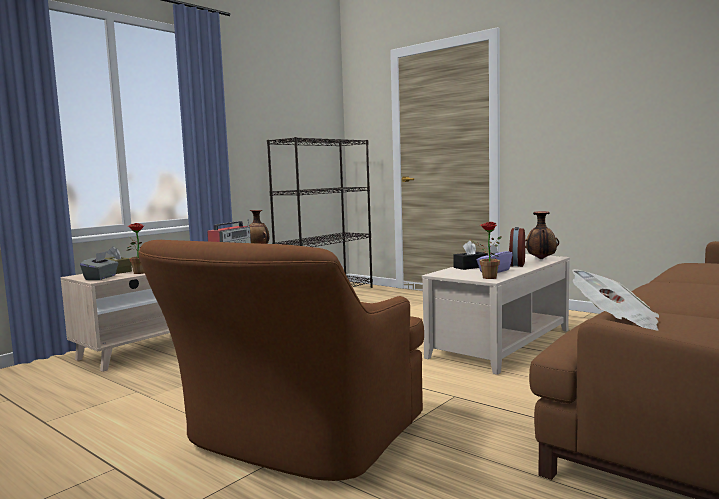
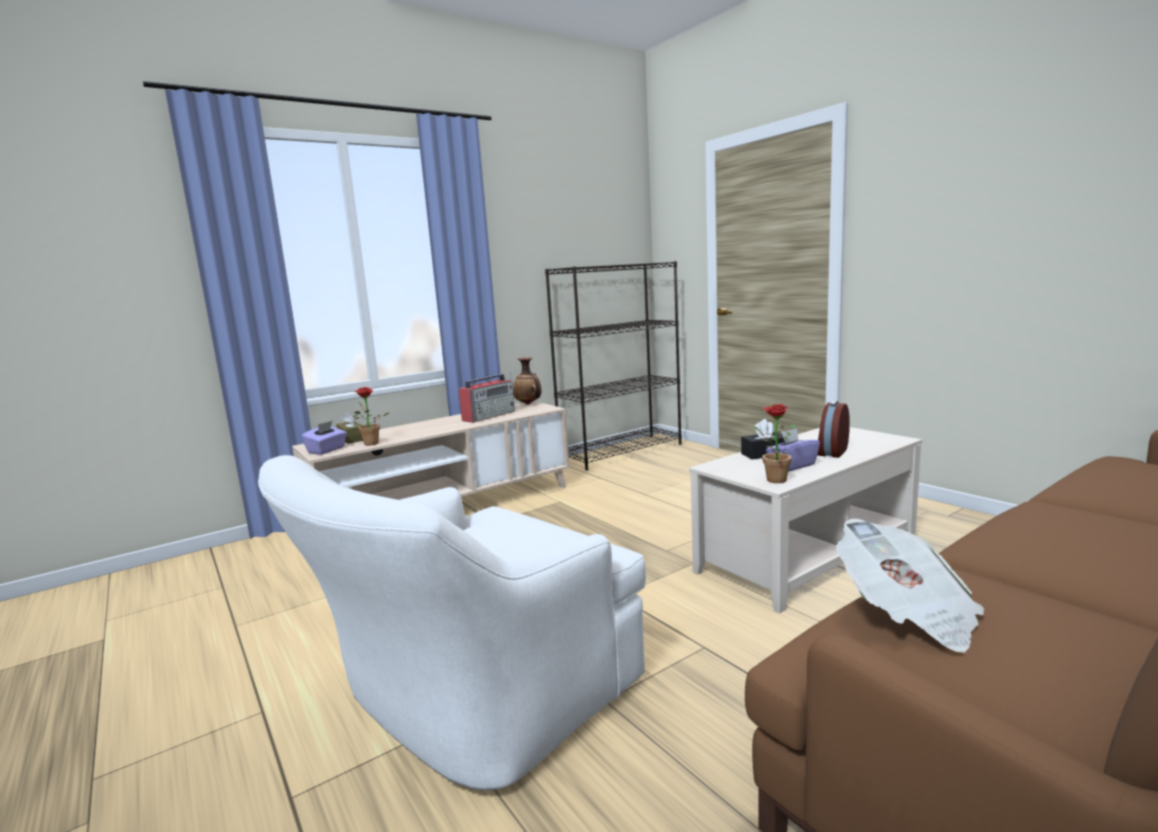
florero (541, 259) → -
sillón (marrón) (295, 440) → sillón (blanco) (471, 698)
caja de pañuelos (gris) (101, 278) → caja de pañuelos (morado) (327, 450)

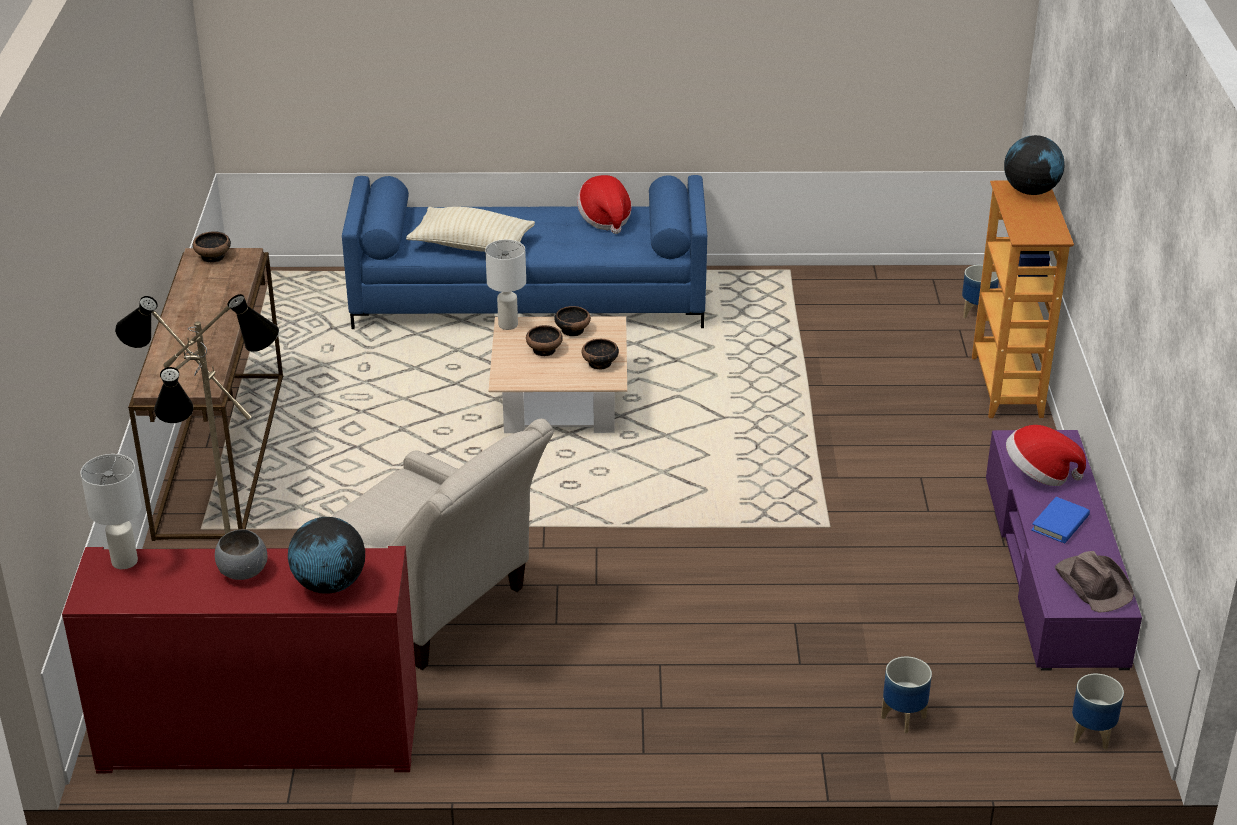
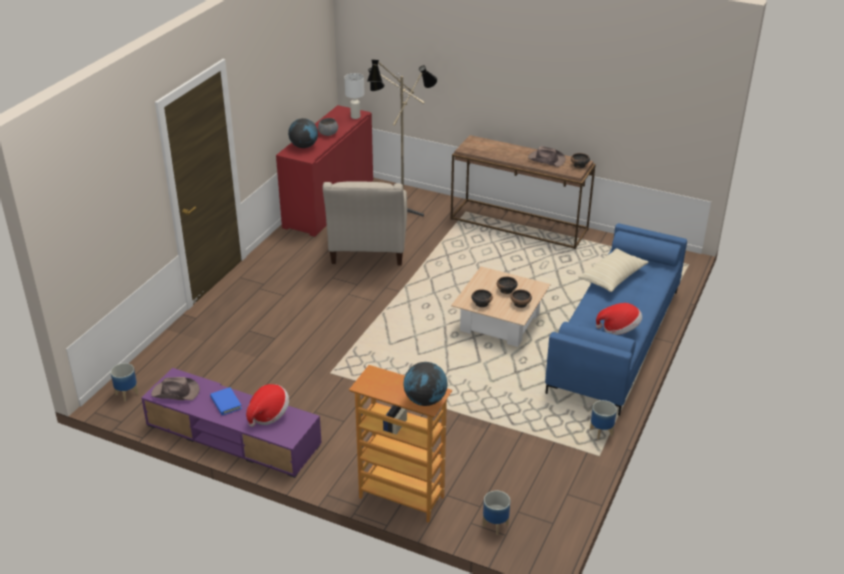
lámpara de mesa (blanco) (507, 324) → -
sillón (beis) (434, 608) → sillón (beis) (368, 252), 60 degrees counterclockwise
maceta (904, 717) → maceta (601, 432), move
- → sombrero (marrón) (546, 159)

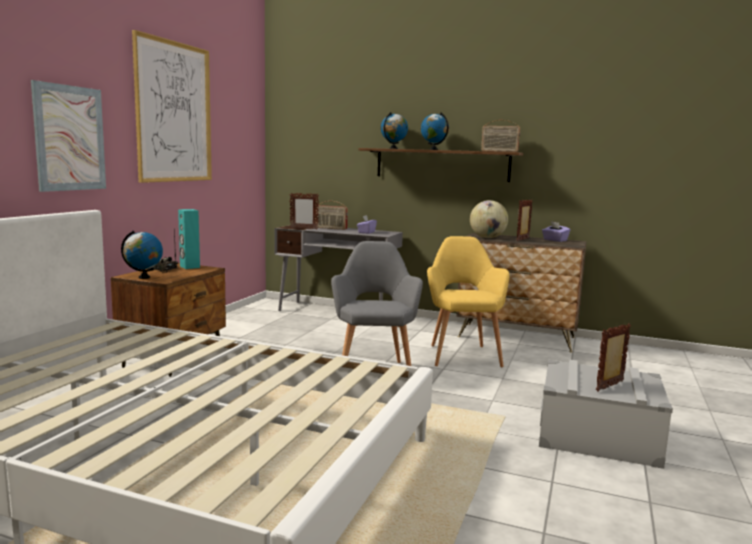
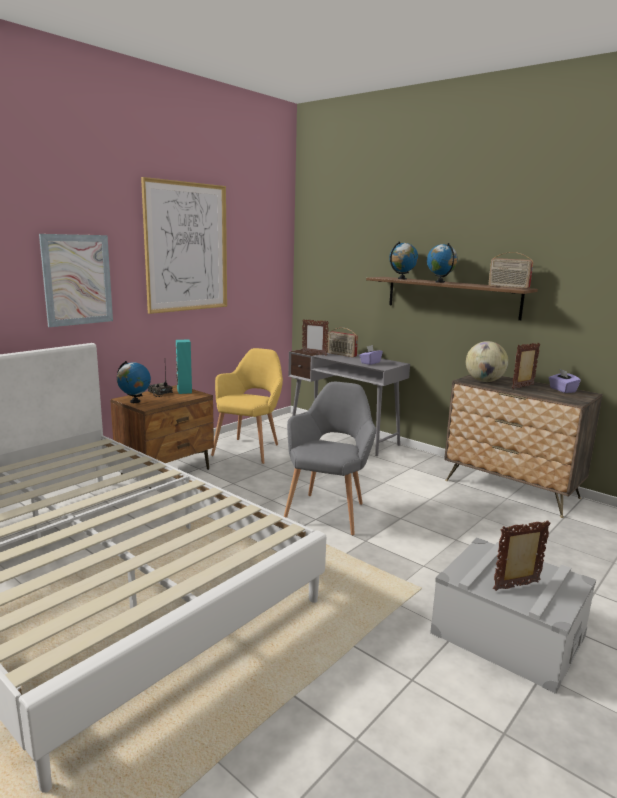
sillón (amarillo) (462, 354) → sillón (amarillo) (250, 449), move

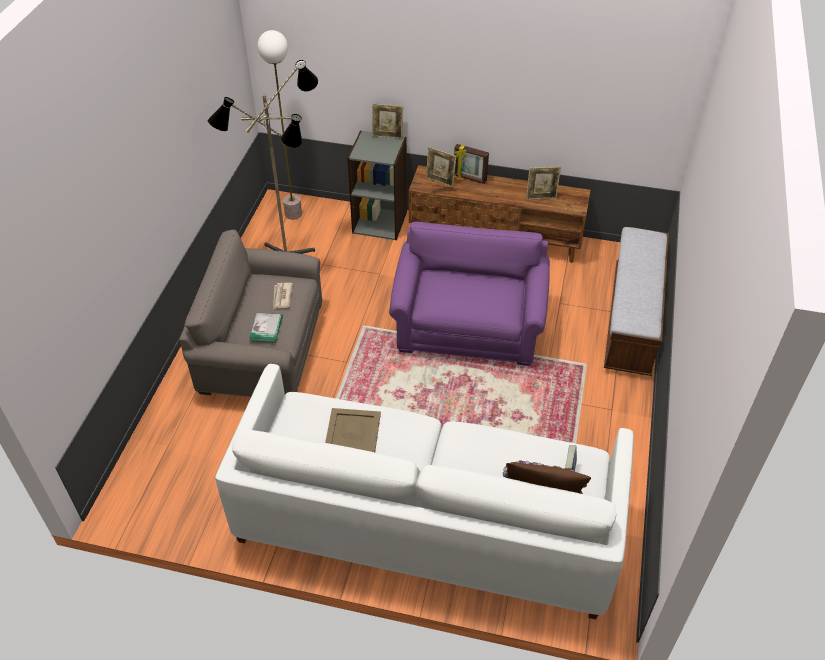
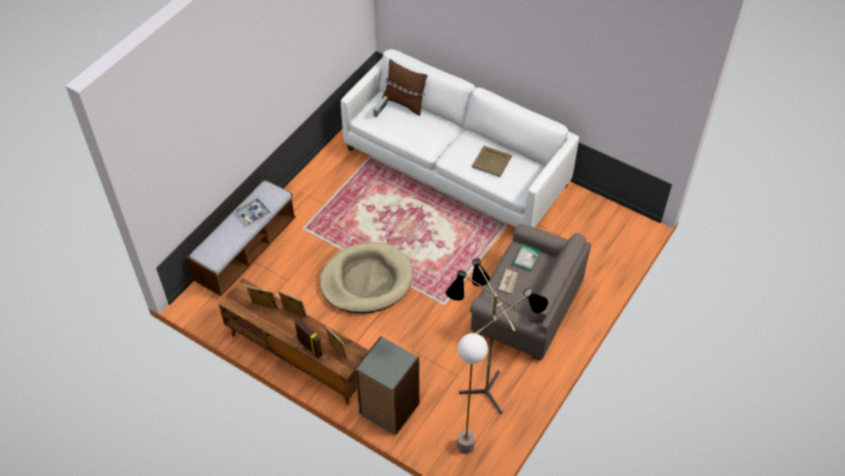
portarretratos (387, 136) → portarretratos (294, 313), move
sillón (morado) (468, 326) → cama para perro (beis) (366, 281)
- → bandeja (253, 213)

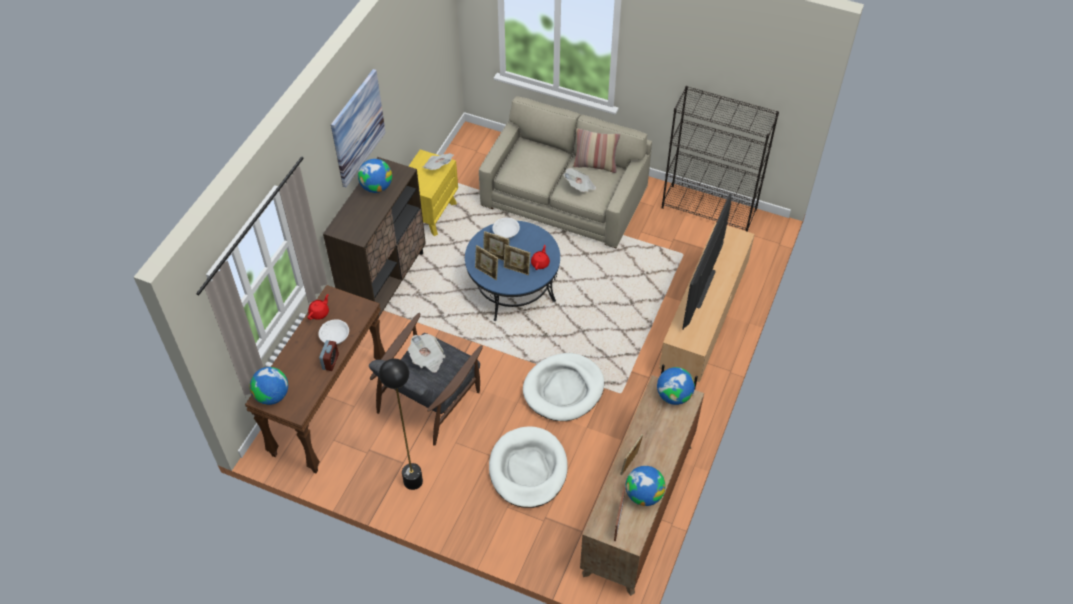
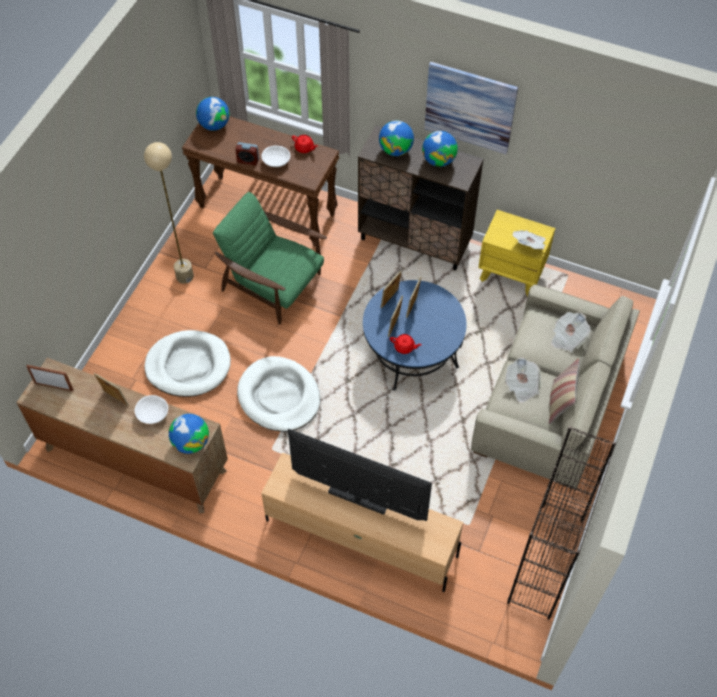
cuenco (blanco) (506, 232) → cuenco (blanco) (152, 414), move
sillón (gris) (429, 398) → sillón (verde) (273, 284)
periódico (427, 359) → periódico (567, 337), move
lámpara de pie (negro) (413, 481) → lámpara de pie (beis) (184, 276)
globo terráqueo (643, 495) → globo terráqueo (396, 150), move

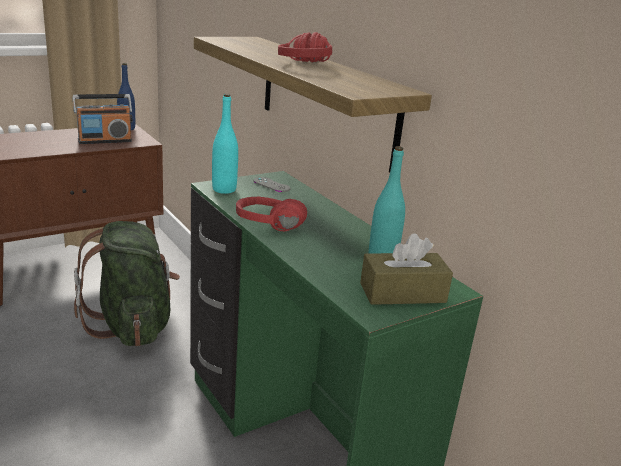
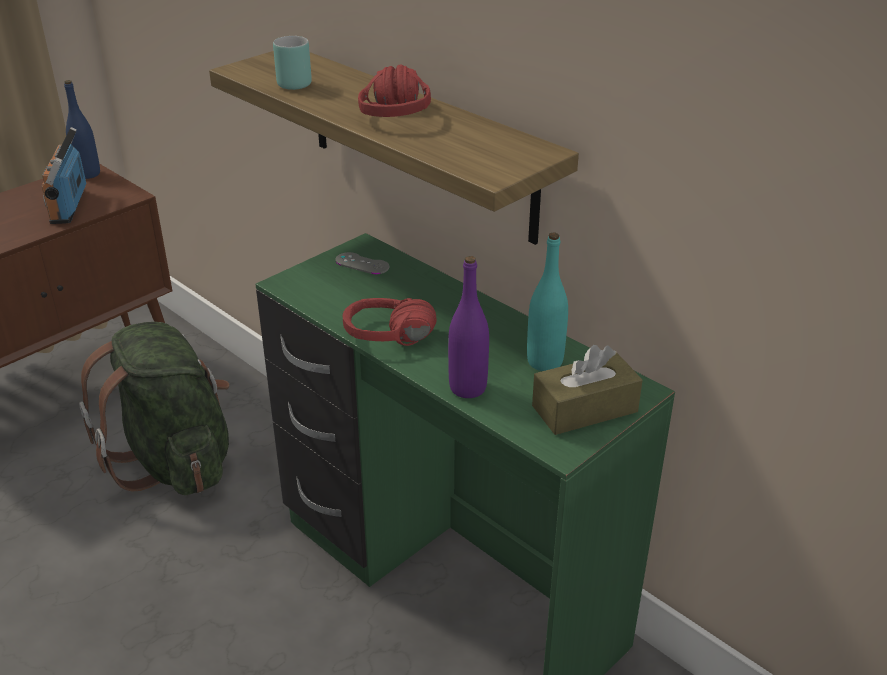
radio (105, 141) → radio (69, 206), 120 degrees clockwise
botella (turquesa) (224, 189) → -
- → taza grande (turquesa) (288, 83)
- → botella (morado) (467, 388)

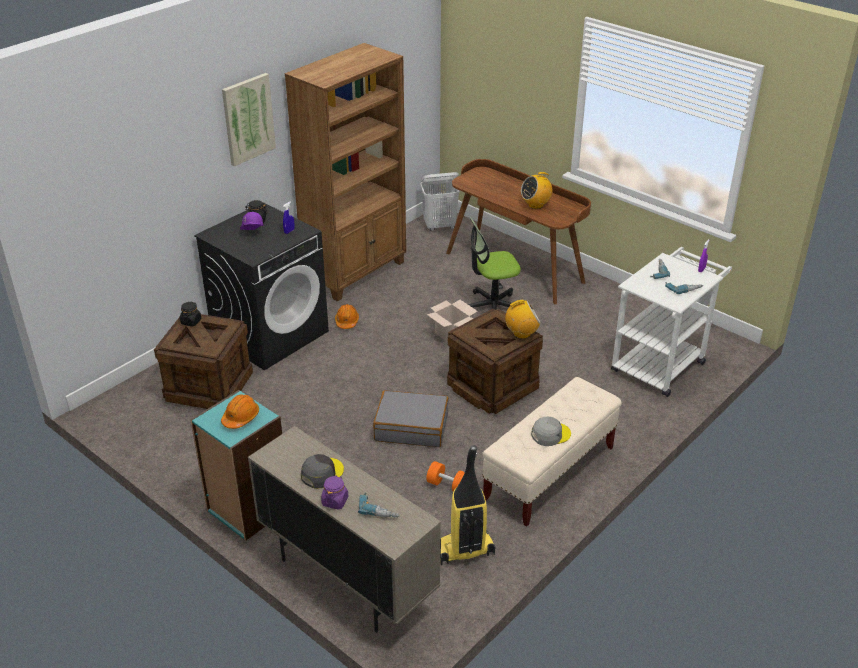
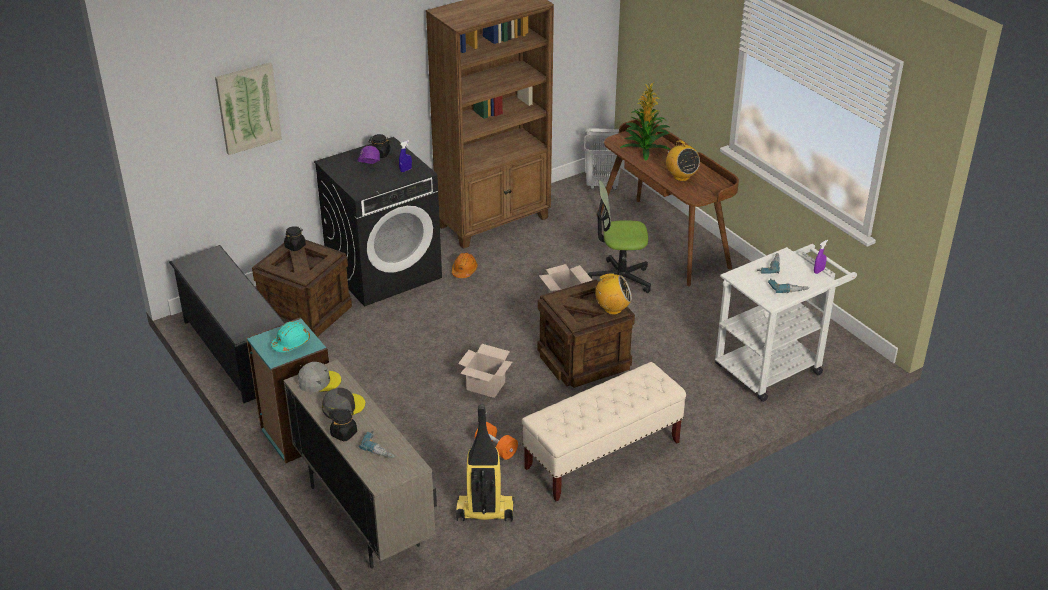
cuadro (248, 119) → cuadro (248, 108), move
radio (535, 205) → radio (681, 177), 105 degrees counterclockwise
maleta (gris) (411, 427) → caja de cartón (484, 386)
casco (naranja) (241, 417) → casco (turquesa) (291, 343)
gorra (gris) (550, 434) → gorra (gris) (319, 381), move
tarro (morado) (335, 501) → tarro (negro) (344, 433)
- → planta en maceta (645, 148)
- → zapatero (negro) (236, 352)

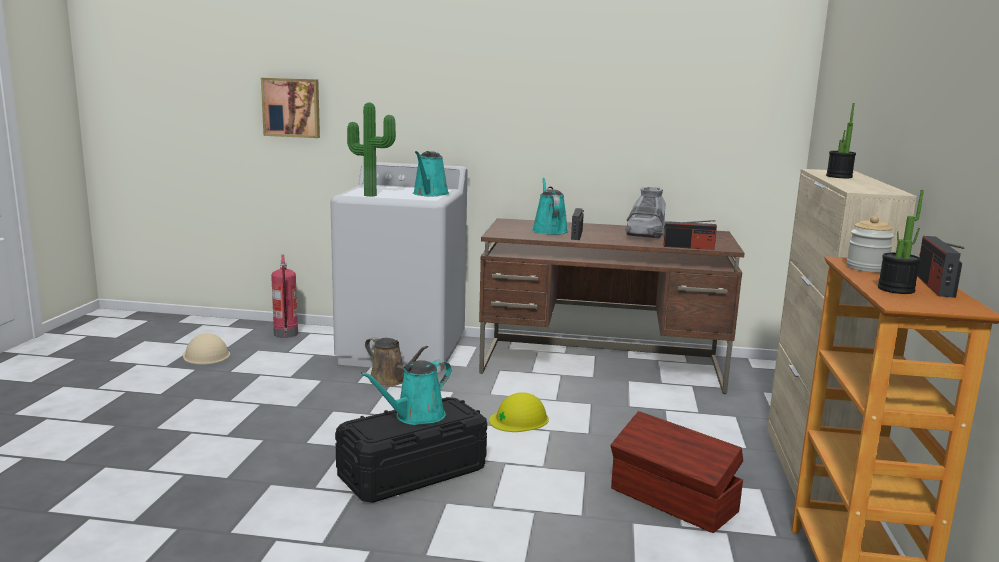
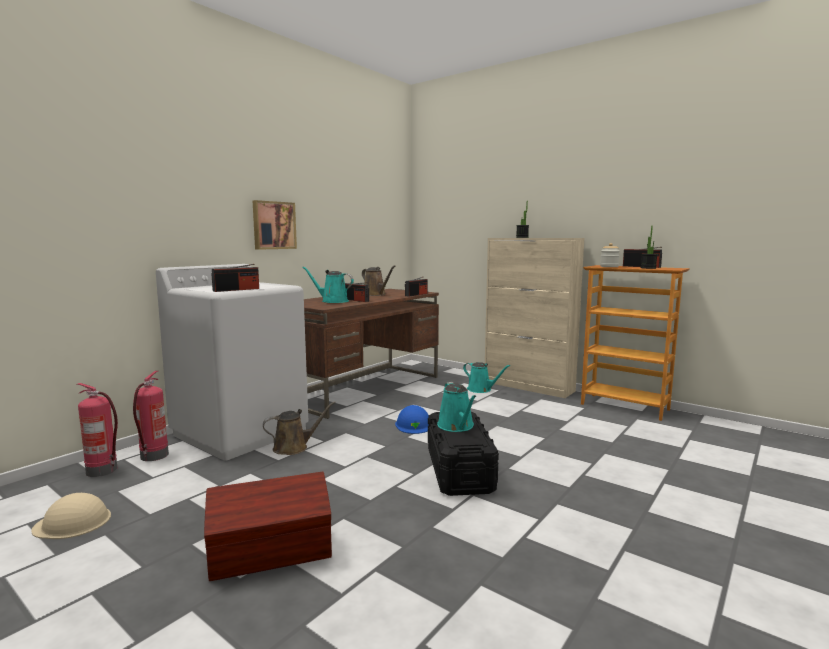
cuadro (292, 107) → cuadro (273, 225), move
planta en maceta (371, 195) → radio (236, 290)
regadera (turquesa) (429, 194) → regadera (turquesa) (481, 389), move
bota (gris) (645, 234) → regadera (marrón) (375, 294)
casco (amarillo) (519, 419) → casco (azul) (413, 424)
caja de almacenaje (marrón) (673, 501) → caja de almacenaje (marrón) (272, 554), move
- → extintor (154, 456)

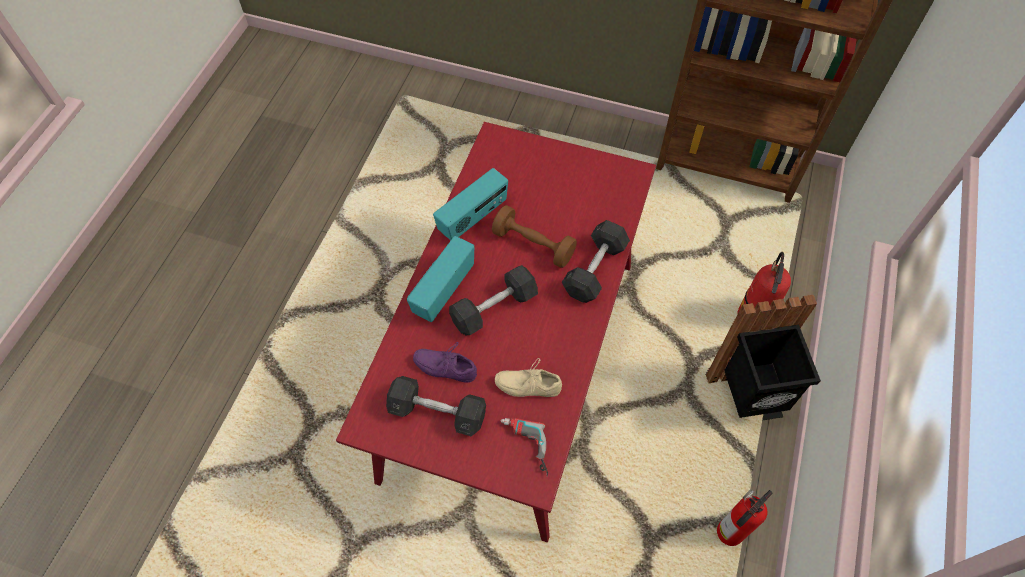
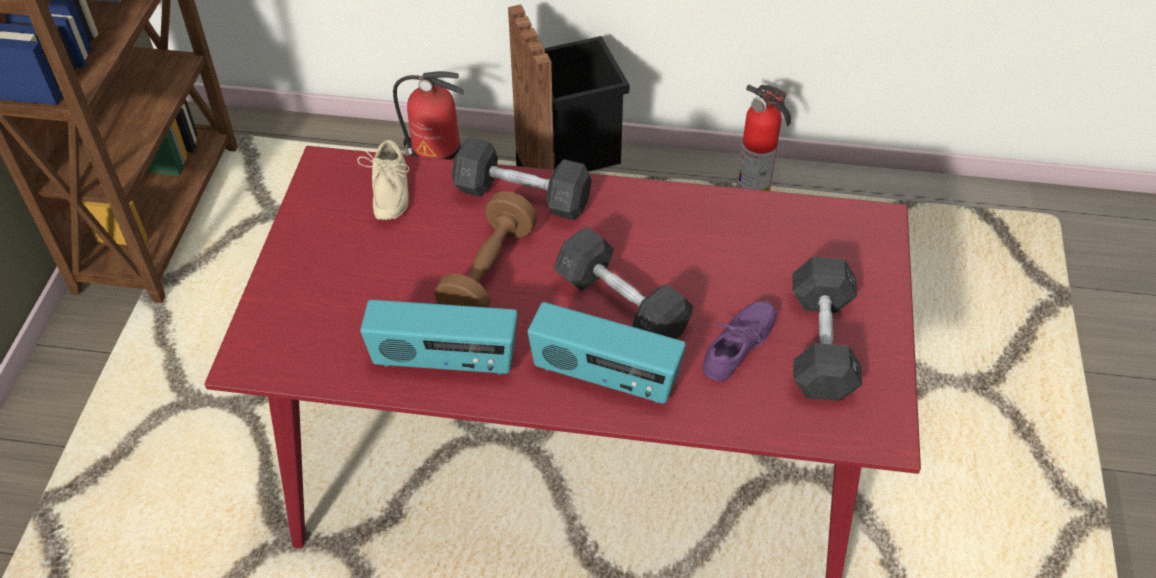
radio (473, 218) → radio (444, 361), 150 degrees clockwise
zapato (morado) (446, 366) → zapato (morado) (742, 348), 150 degrees counterclockwise
zapato (beis) (528, 384) → zapato (beis) (387, 193), move
taladro (524, 447) → -

